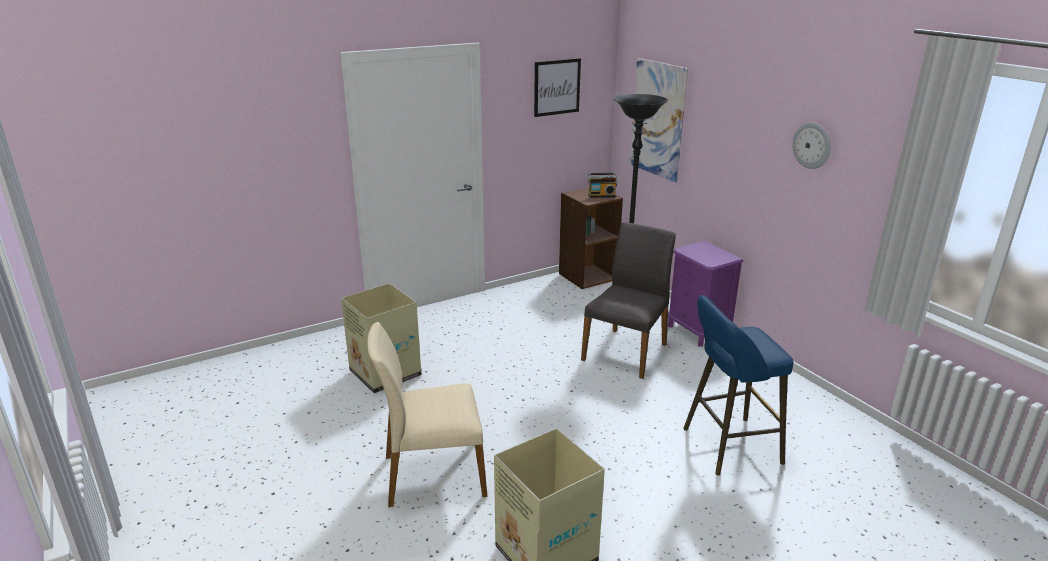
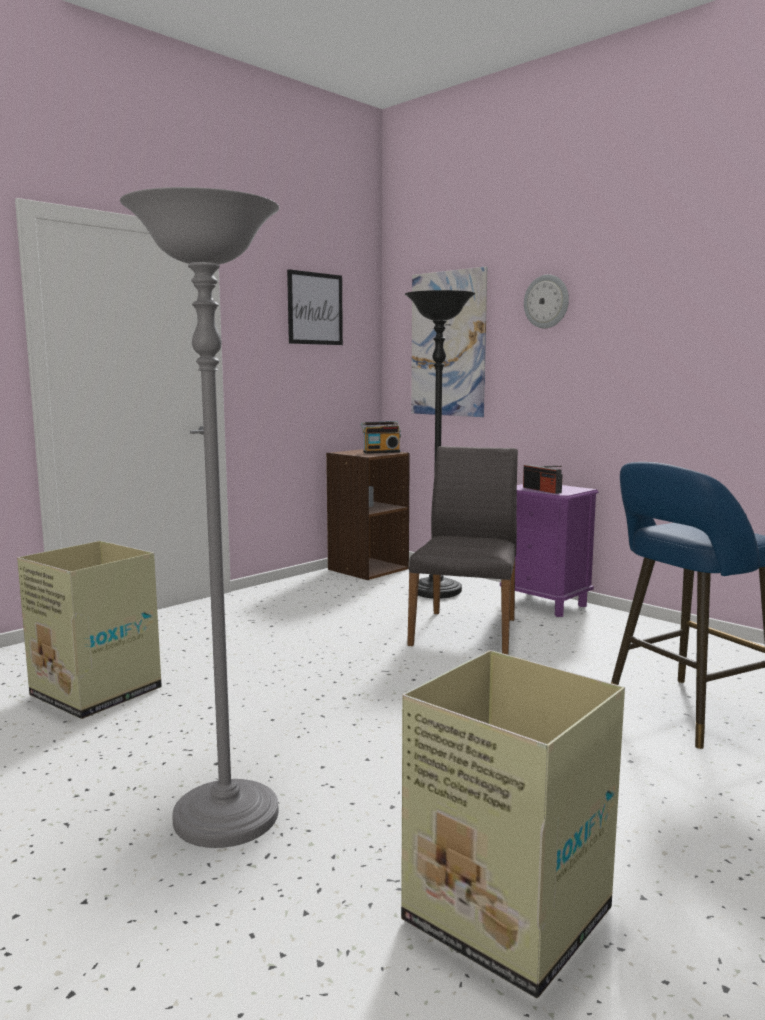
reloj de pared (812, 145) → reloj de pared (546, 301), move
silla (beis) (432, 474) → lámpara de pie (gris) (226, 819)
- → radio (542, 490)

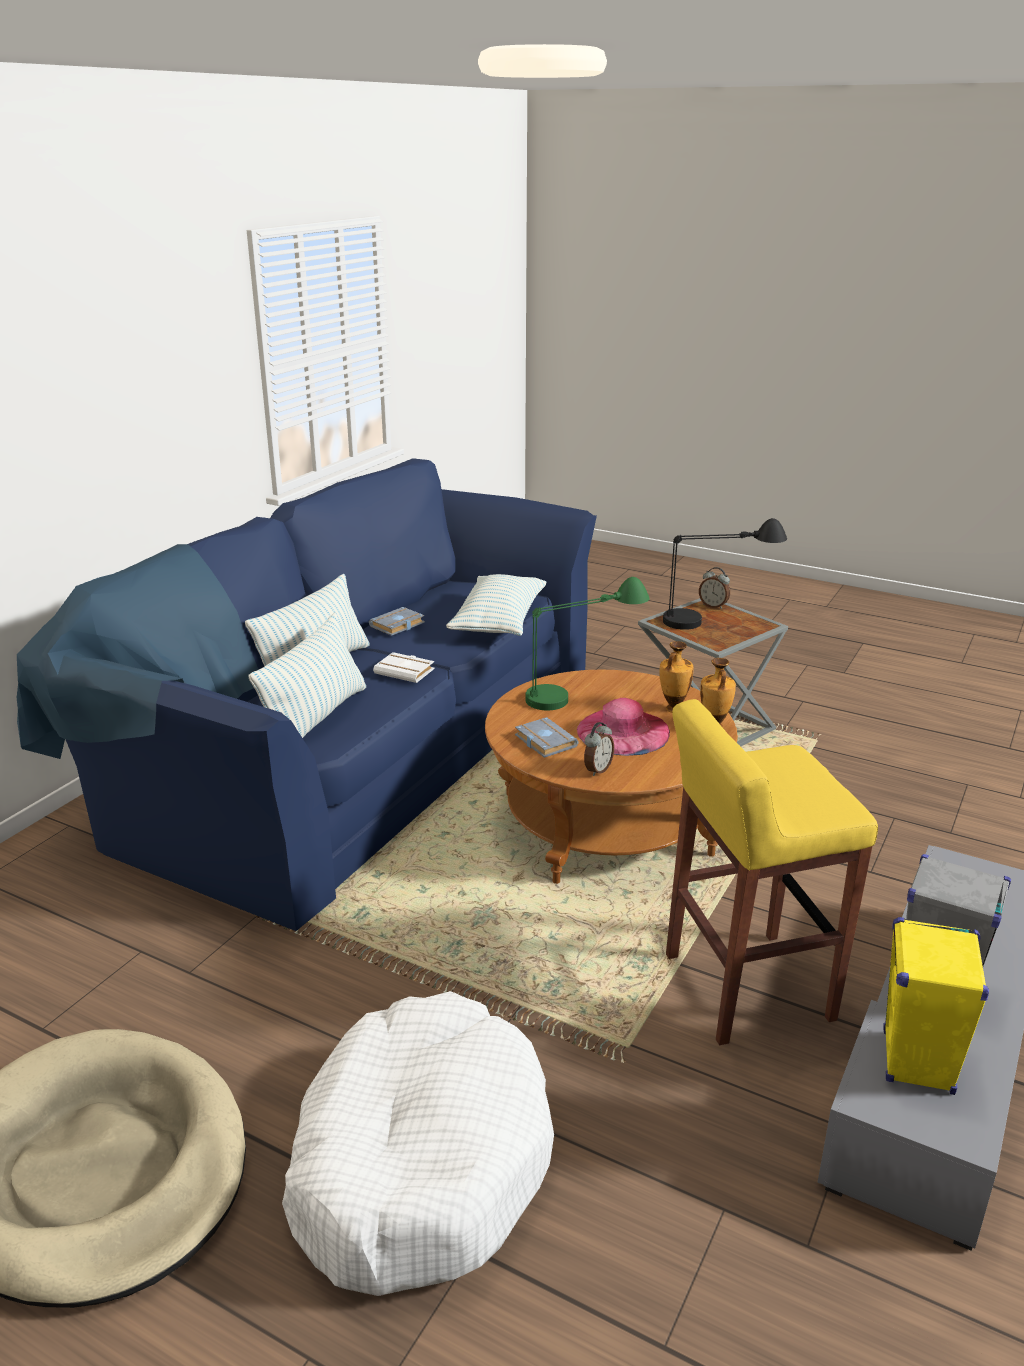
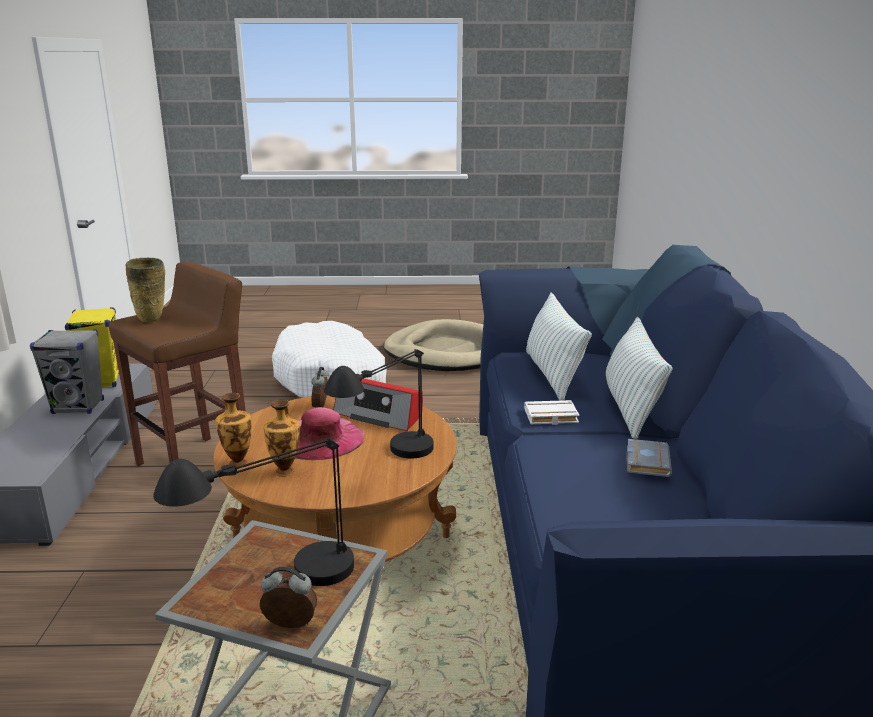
cojín (498, 622) → -
lámpara de mesa (verde) (581, 693) → lámpara de mesa (negro) (386, 463)
taburete (amarillo) (744, 987) → taburete (marrón) (196, 465)
libro (gris) (543, 741) → radio (379, 414)
- → florero (beis) (152, 320)

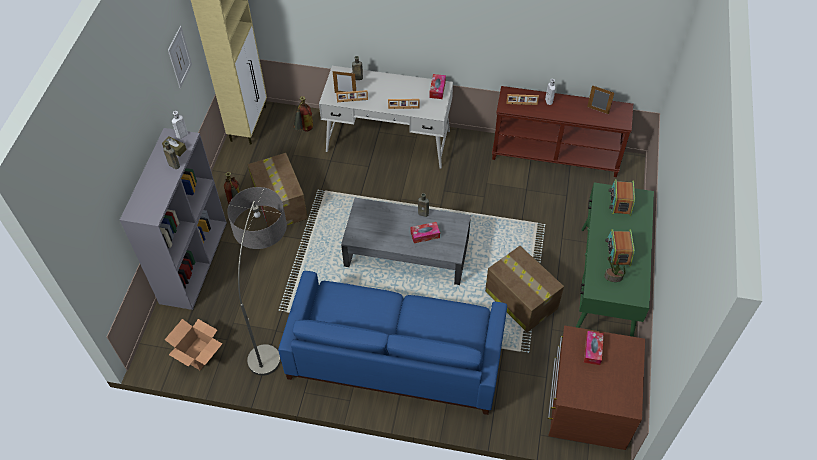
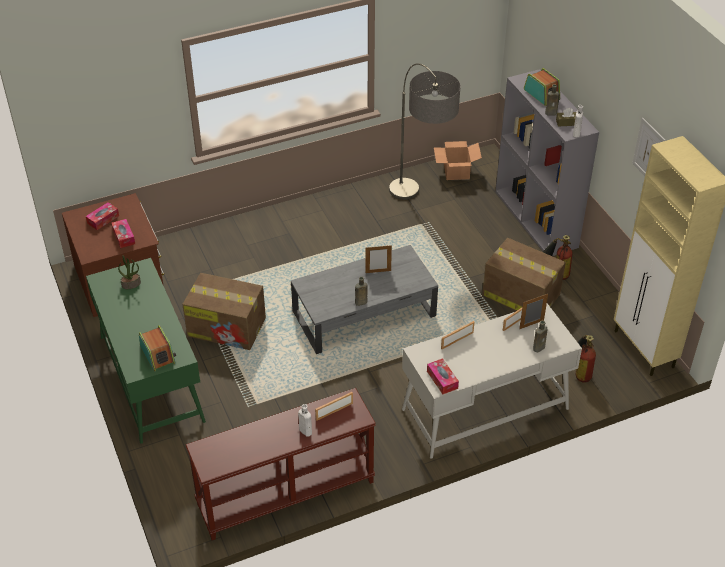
portarretratos (597, 110) → portarretratos (378, 271), move
caja de pañuelos (425, 235) → caja de pañuelos (103, 219), move
radio (618, 252) → radio (541, 94), move
sofá (azul) (395, 355) → -

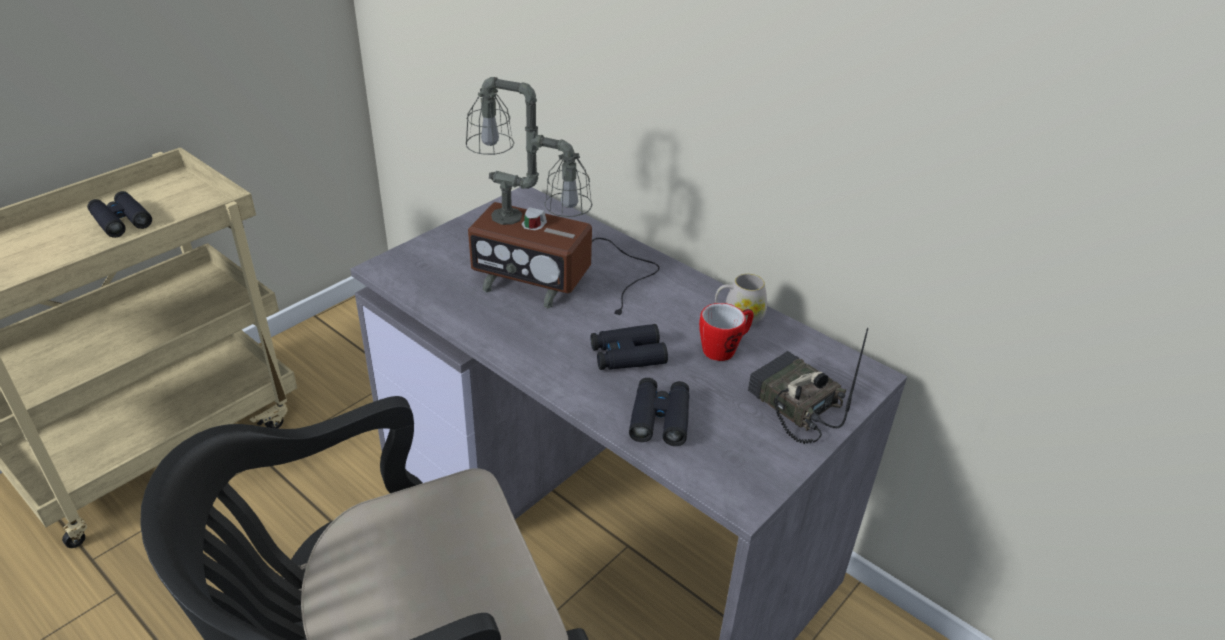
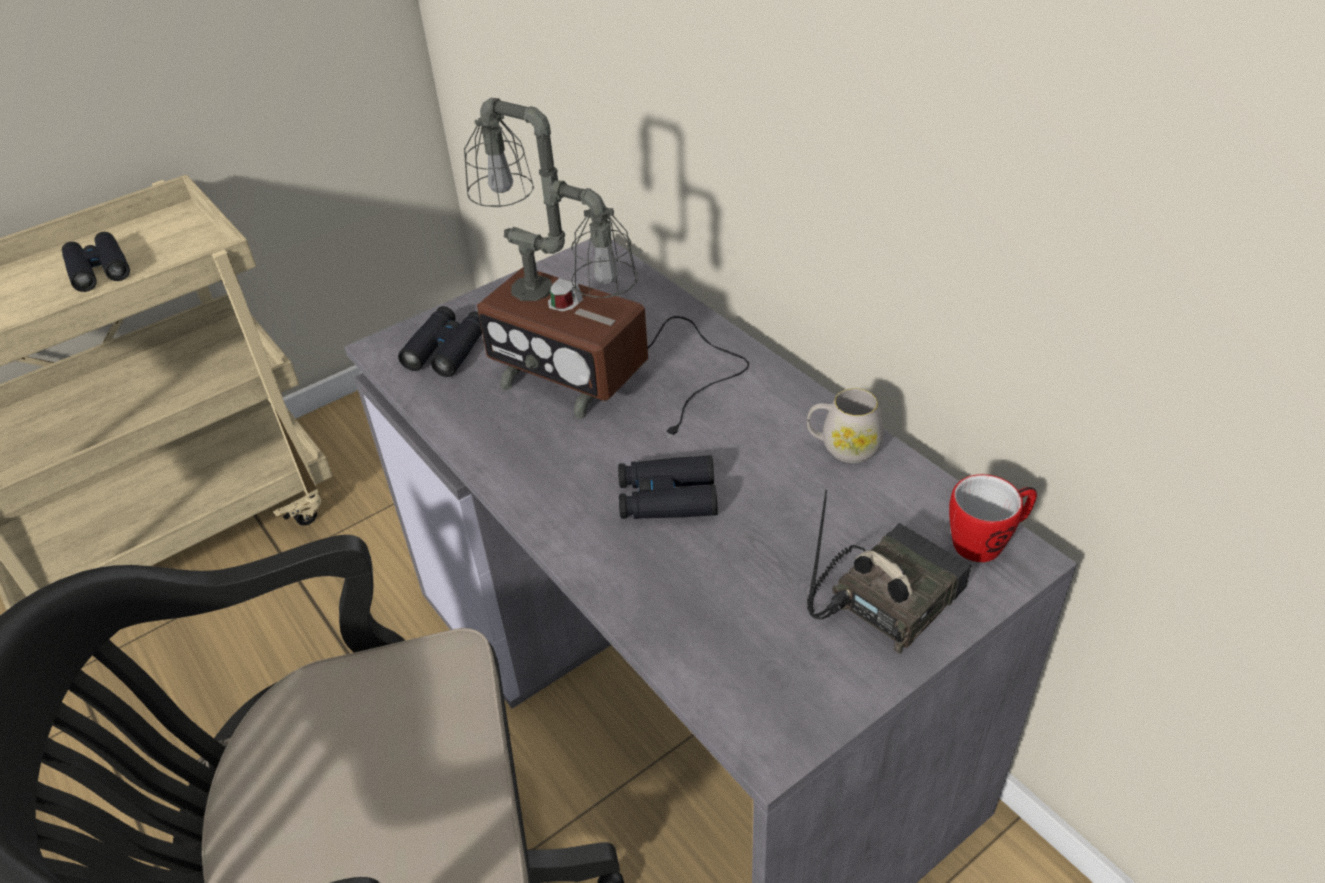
taza grande (724, 349) → taza grande (987, 541), move
radio (792, 405) → radio (885, 596), 75 degrees clockwise
prismáticos (negro) (660, 418) → prismáticos (negro) (447, 349), move

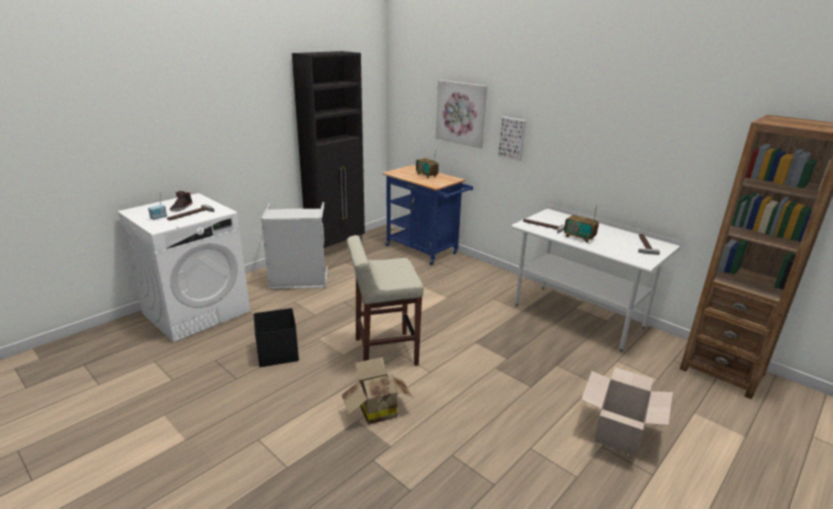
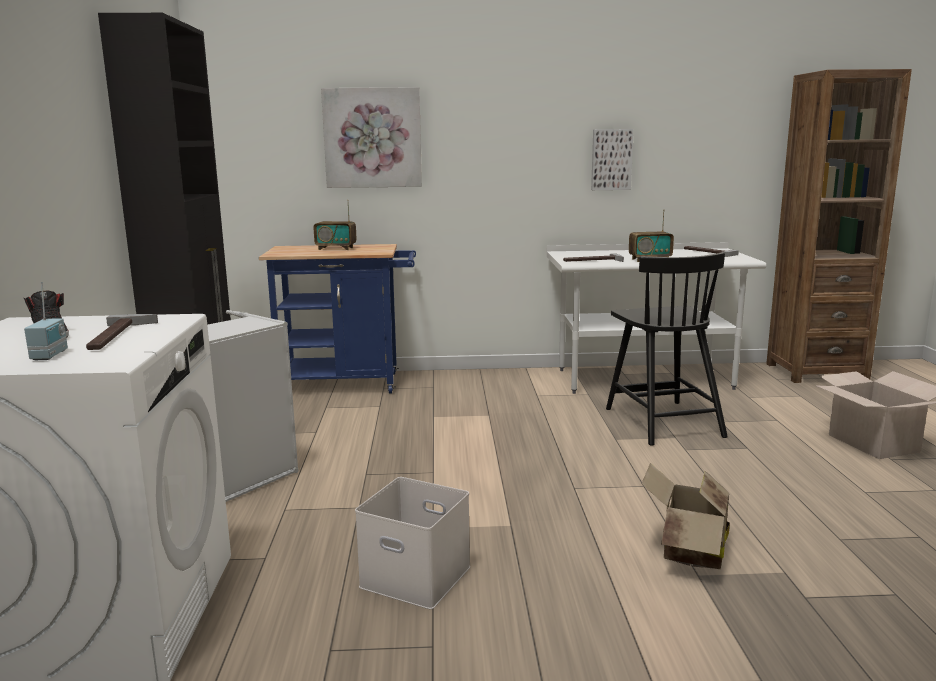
cuadro (512, 138) → cuadro (611, 159), move
taburete (beis) (384, 351) → -
caja de almacenaje (negro) (279, 353) → caja de almacenaje (blanco) (418, 576)
- → silla (negro) (662, 421)

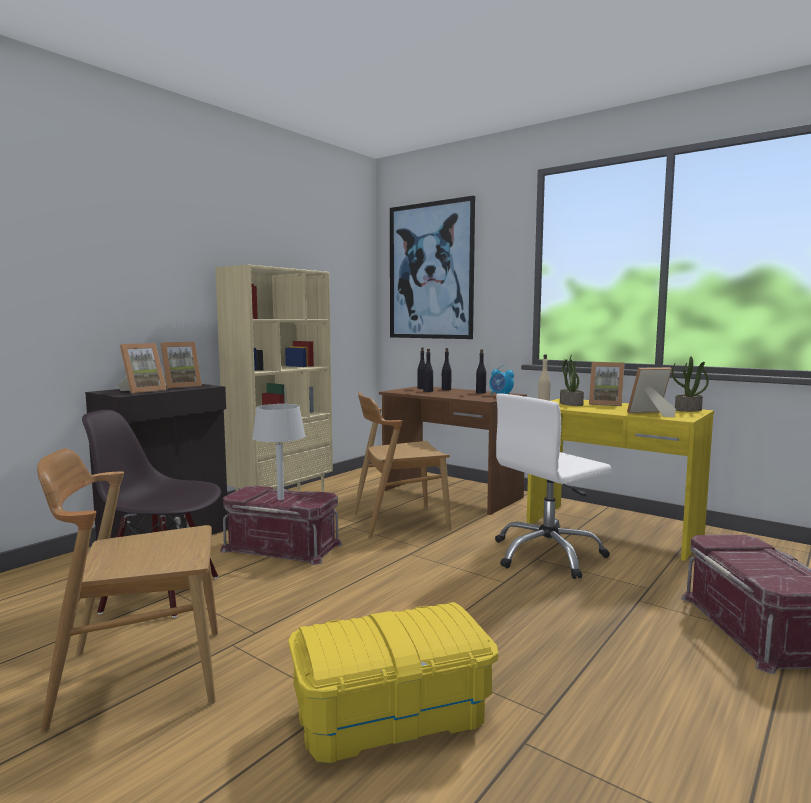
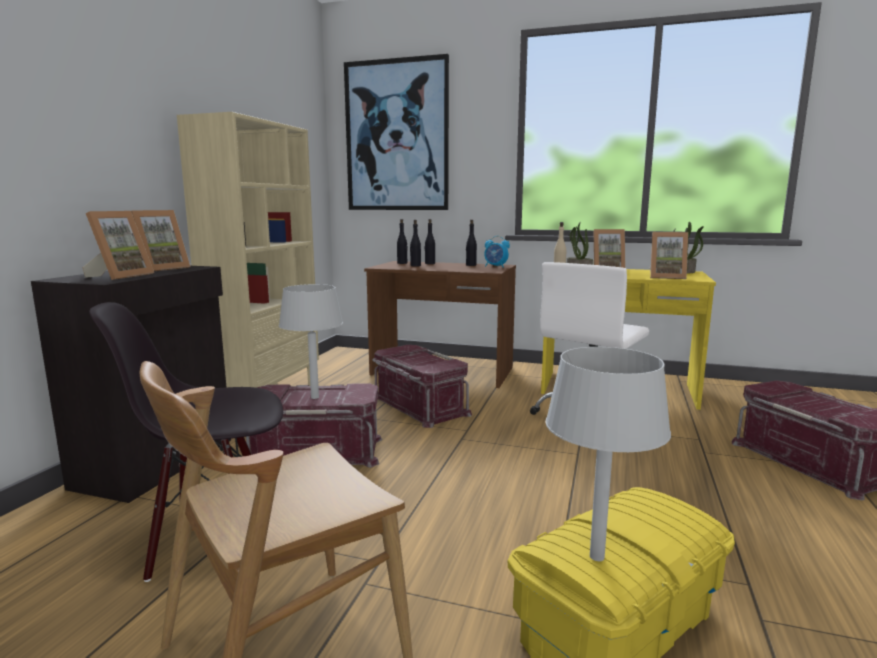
portarretratos (650, 414) → portarretratos (666, 277), 135 degrees counterclockwise
silla (marrón) (399, 521) → caja de almacenaje (rojo) (418, 406)
- → lámpara de mesa (gris) (597, 556)

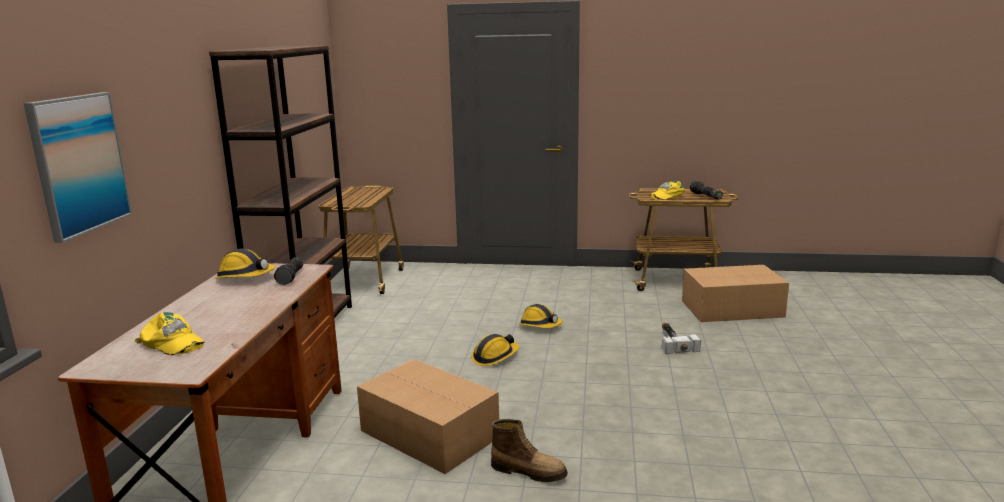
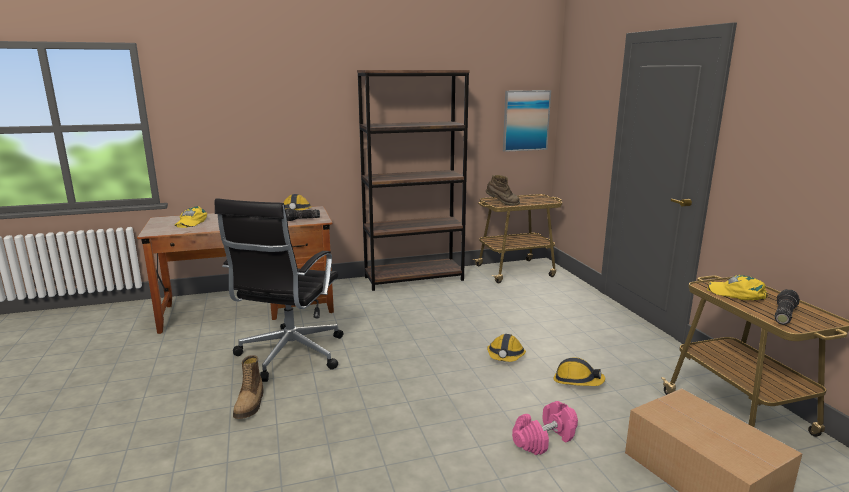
cuadro (79, 164) → cuadro (525, 120), move
martillo (673, 342) → mancuerna (rosa) (544, 440)
casco (495, 357) → casco (577, 381), move
caja de cartón (430, 435) → silla de oficina (negro) (289, 355)
- → bota (marrón) (502, 204)

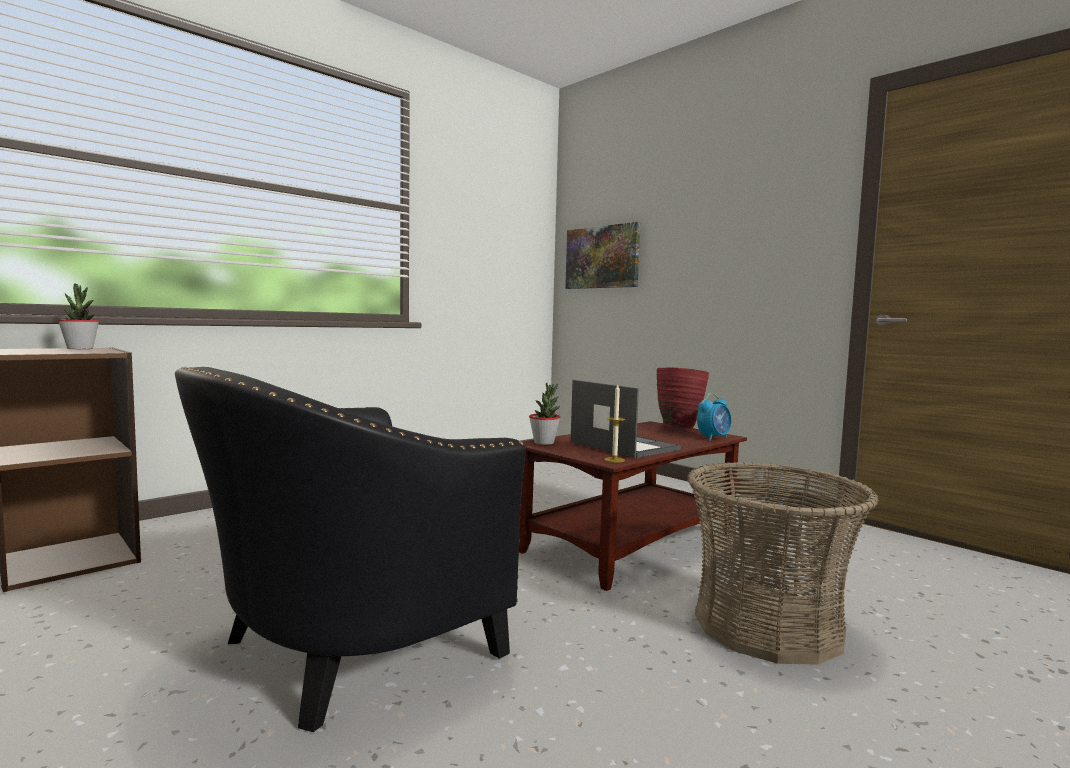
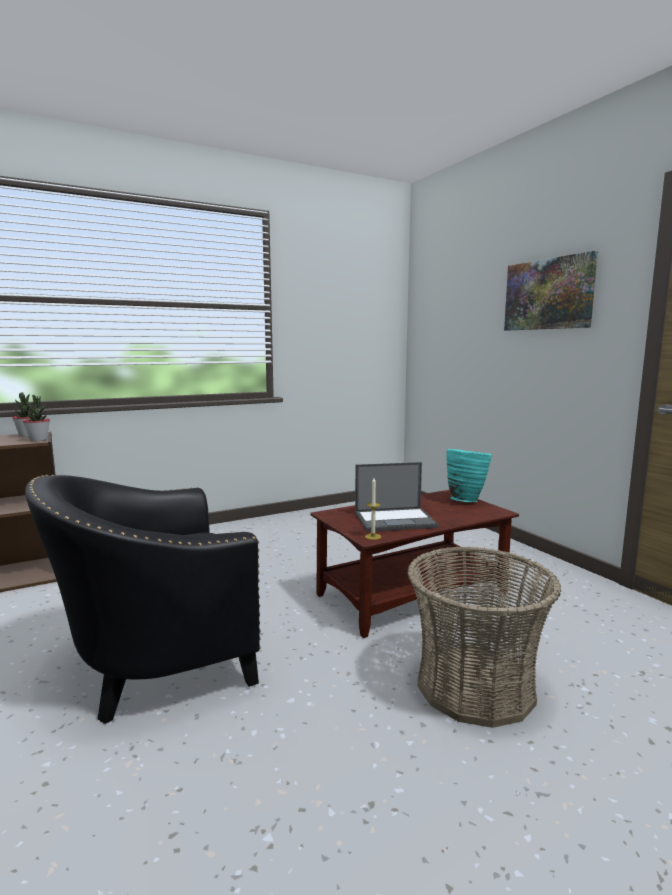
cuadro (602, 257) → cuadro (548, 294), move
florero (rojo) (678, 428) → florero (turquesa) (466, 500)
portátil (622, 446) → portátil (395, 520), 105 degrees clockwise
planta en maceta (544, 443) → planta en maceta (38, 440), move
despertador (713, 438) → -

